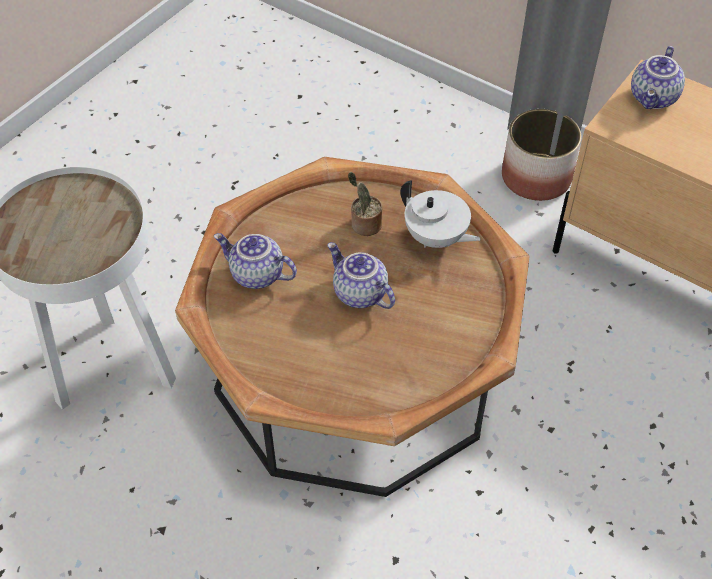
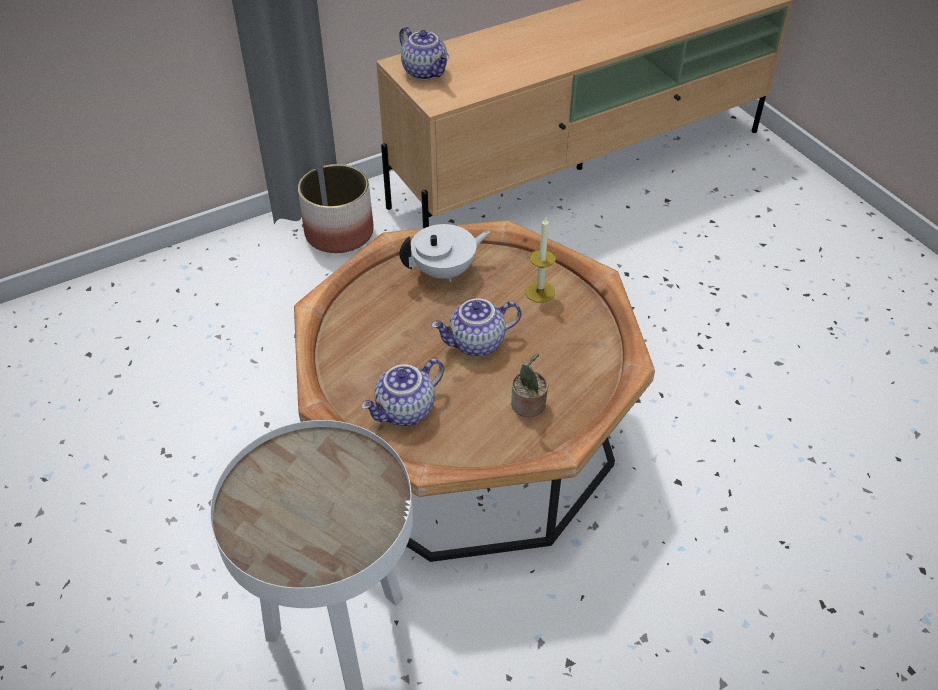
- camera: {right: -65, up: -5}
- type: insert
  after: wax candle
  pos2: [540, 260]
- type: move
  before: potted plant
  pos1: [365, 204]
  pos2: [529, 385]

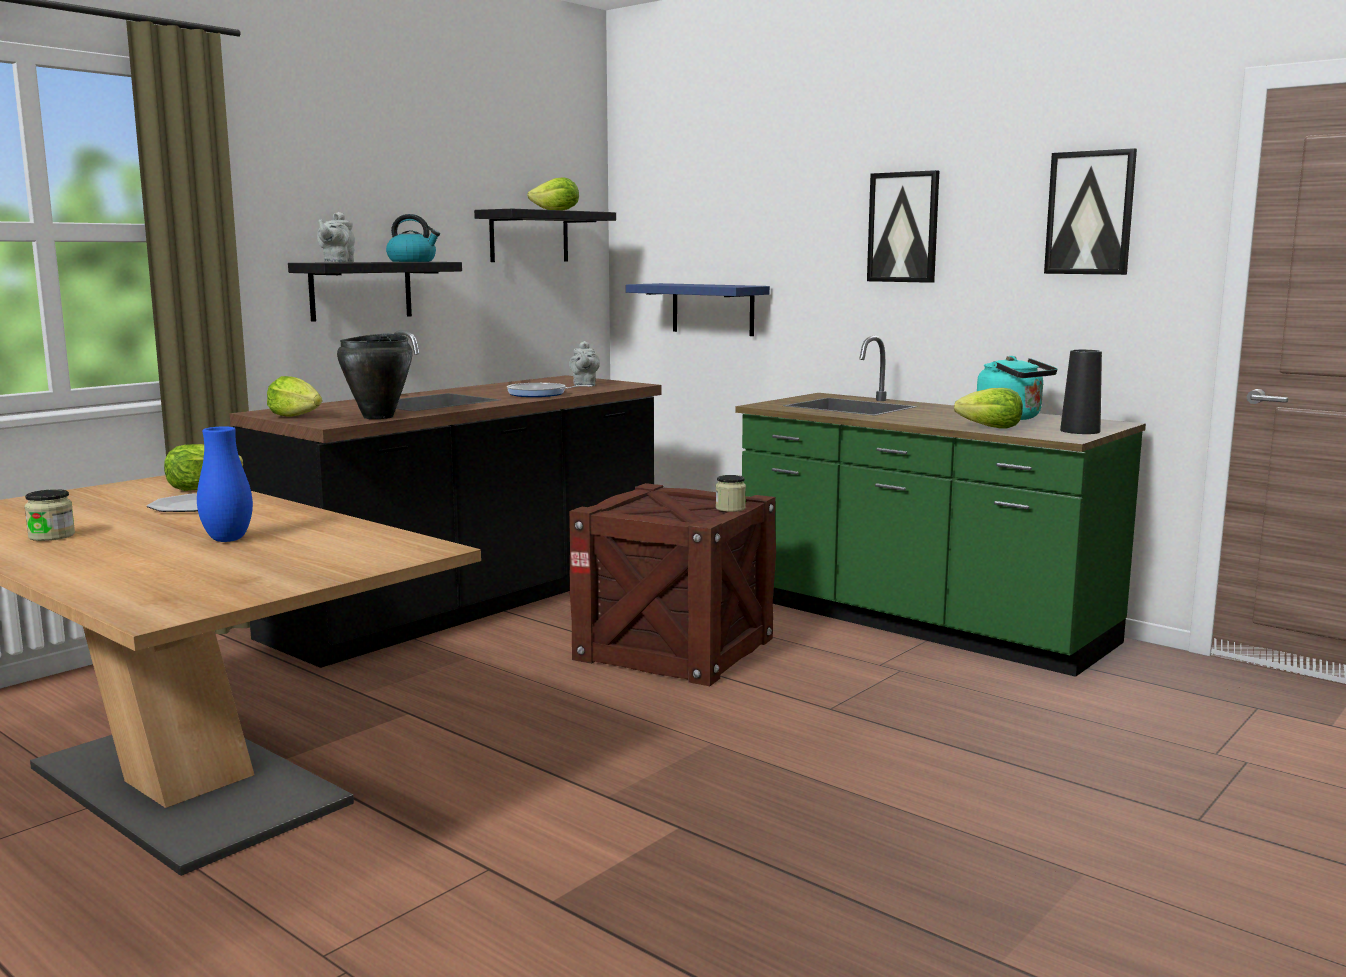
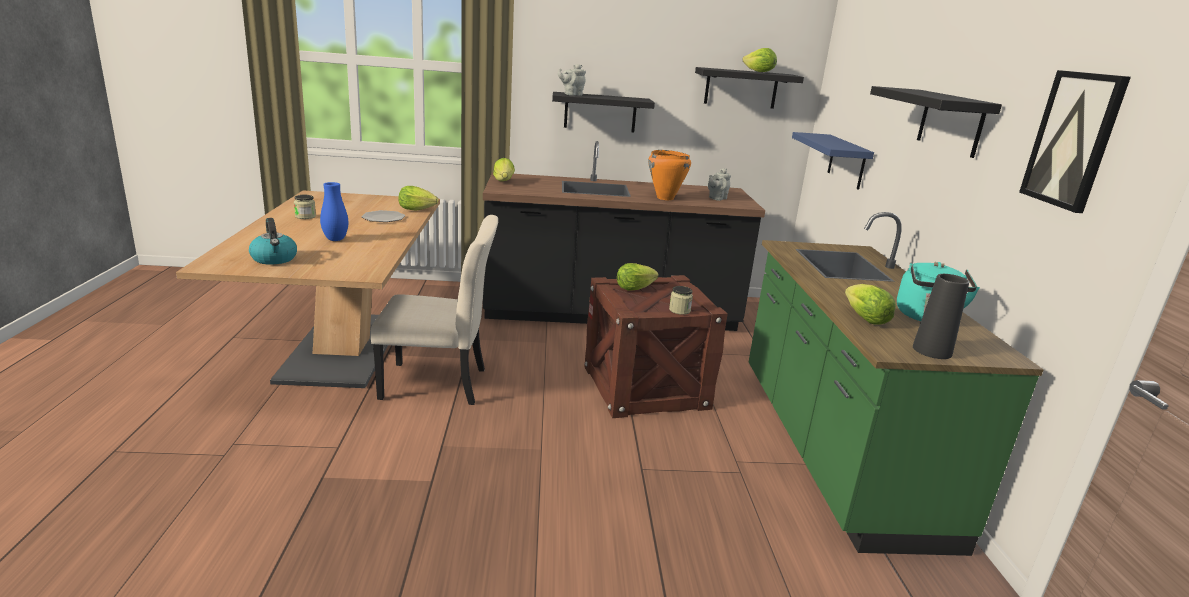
- camera: {right: 45, up: 10}
- type: delete
  before: black-coloured cooking pot
  pos1: [375, 376]
- type: insert
  after: beige-coloured plain chair
  pos2: [434, 310]
- type: insert
  after: lettuce
  pos2: [638, 276]
- type: move
  before: water kettle
  pos1: [413, 238]
  pos2: [273, 241]
- type: replace
  before: frying pan
  after: orange-coloured cooking pot
  pos1: [549, 390]
  pos2: [669, 175]
- type: replace
  before: picture
  after: black-coloured wall shelf
  pos1: [903, 226]
  pos2: [936, 122]

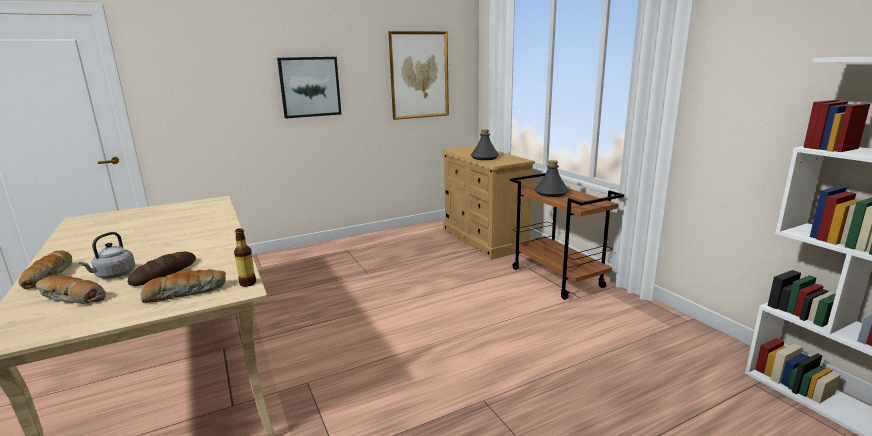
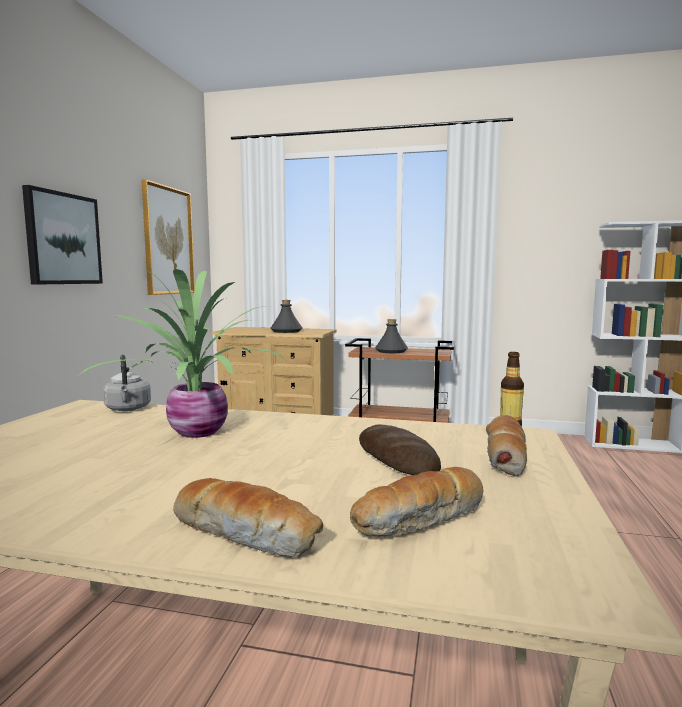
- camera: {right: -50, up: -10}
- type: insert
  after: potted plant
  pos2: [182, 353]
- type: move
  before: grey water kettle
  pos1: [107, 255]
  pos2: [127, 383]

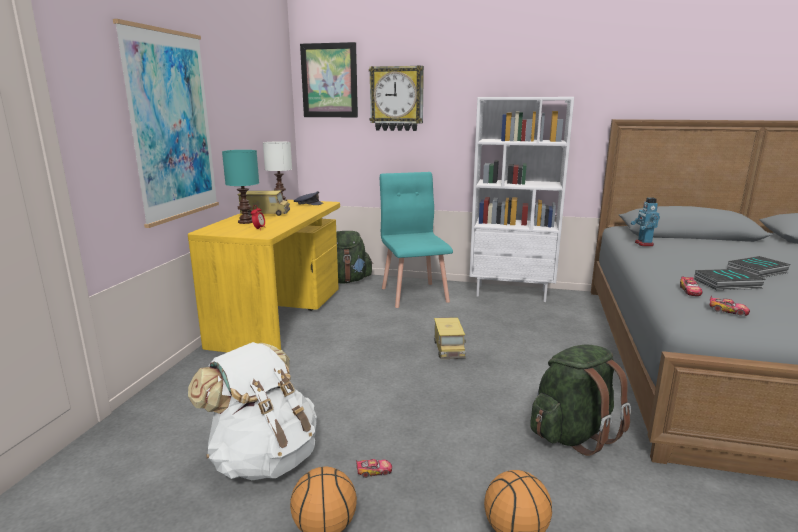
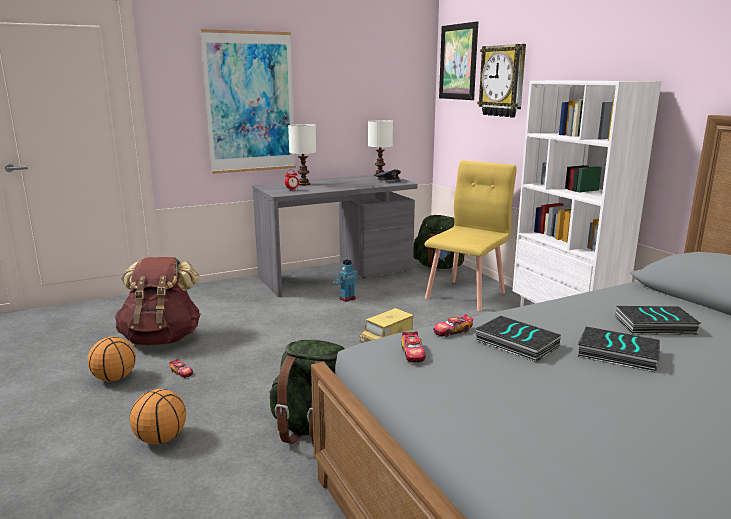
- camera: {right: 50, up: 0}
- type: delete
  before: toy lorry
  pos1: [264, 203]
- type: insert
  after: volume
  pos2: [658, 320]
- type: move
  before: model robot
  pos1: [645, 221]
  pos2: [345, 280]
- type: recolor
  before: yellow desk
  after: grey desk
  pos1: [264, 276]
  pos2: [335, 236]
- type: recolor
  before: white-coloured rucksack
  after: brown rucksack
  pos1: [252, 411]
  pos2: [158, 301]
- type: recolor
  before: blue-green table lamp
  after: white-coloured table lamp
  pos1: [240, 187]
  pos2: [302, 155]
- type: recolor
  before: blue-green plain chair
  after: yellow plain chair
  pos1: [416, 240]
  pos2: [471, 236]

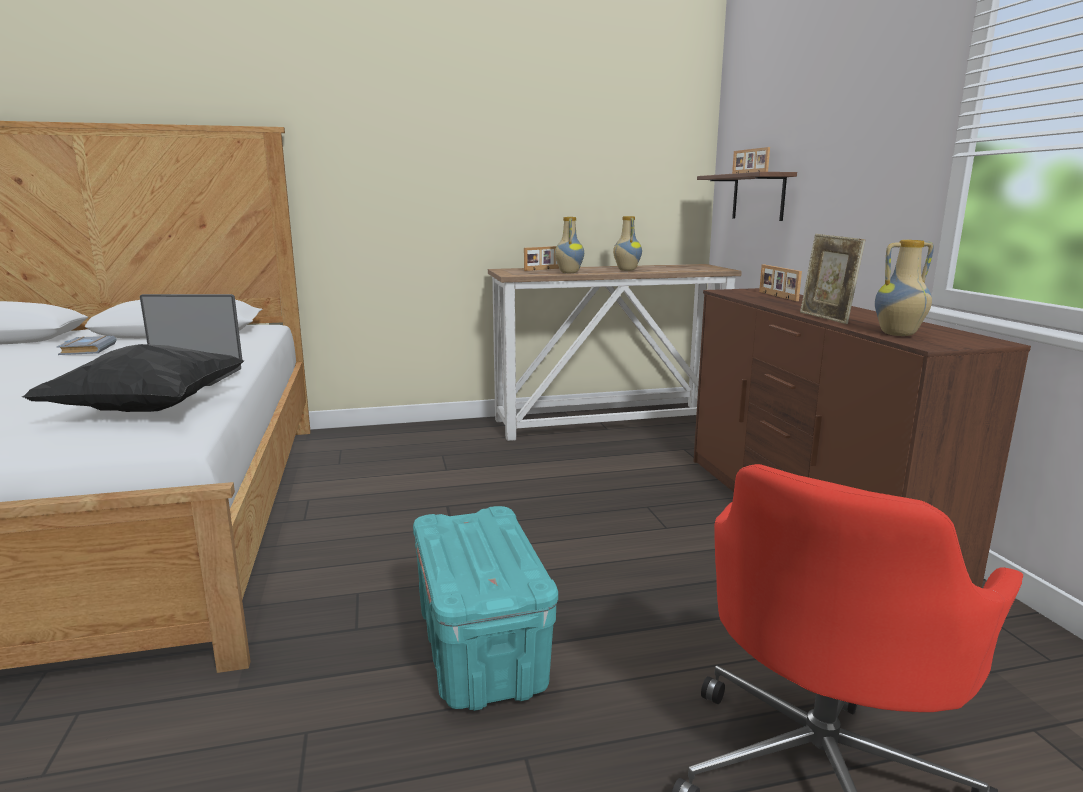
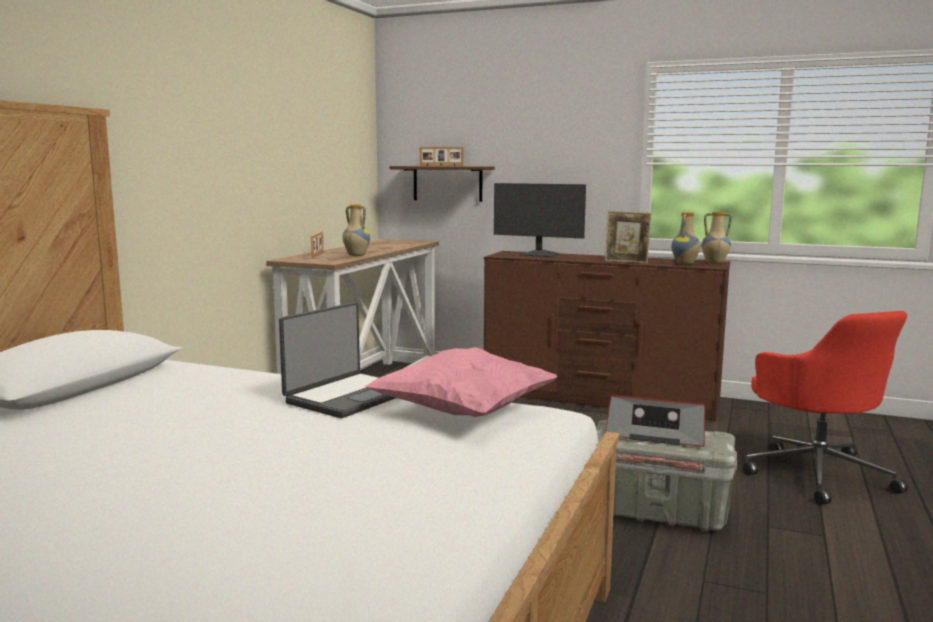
- camera: {right: -55, up: -5}
- type: delete
  before: grey volume
  pos1: [87, 345]
- type: insert
  after: radio set
  pos2: [655, 421]
- type: move
  before: flower vase
  pos1: [627, 243]
  pos2: [717, 238]
- type: replace
  before: picture frame
  after: computer display
  pos1: [780, 282]
  pos2: [540, 220]
- type: recolor
  before: black-coloured cushion
  after: pink cushion
  pos1: [133, 378]
  pos2: [461, 382]
- type: recolor
  before: blue-green storage bin
  after: grey storage bin
  pos1: [485, 608]
  pos2: [666, 476]

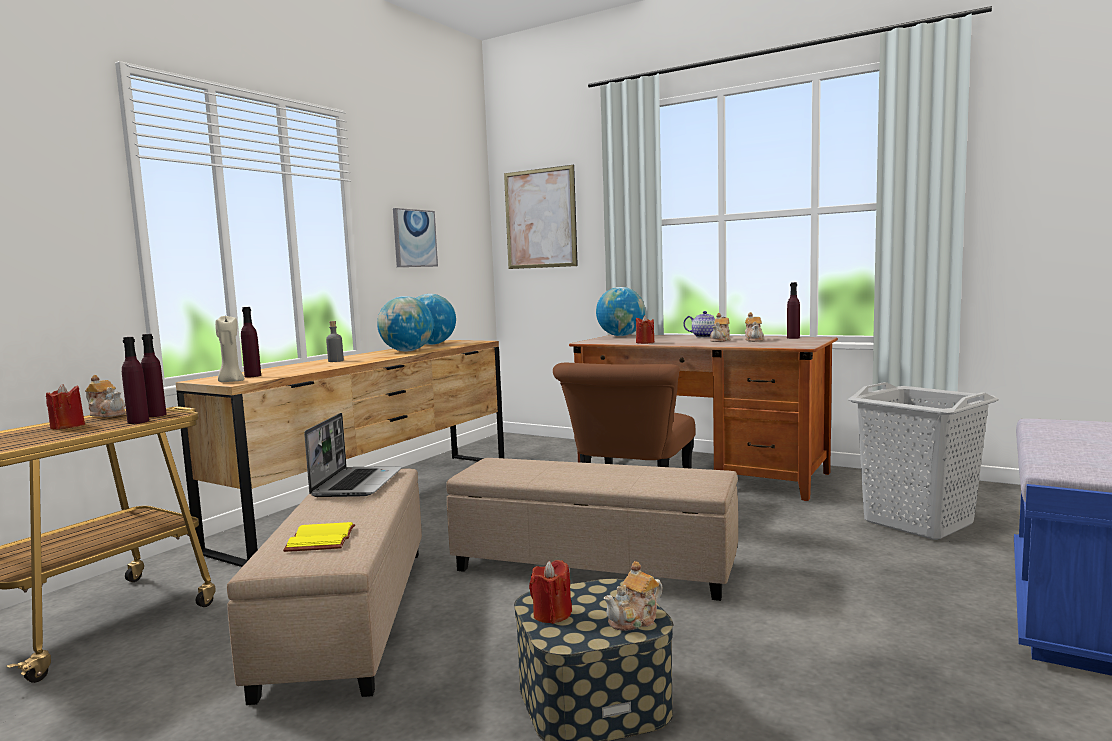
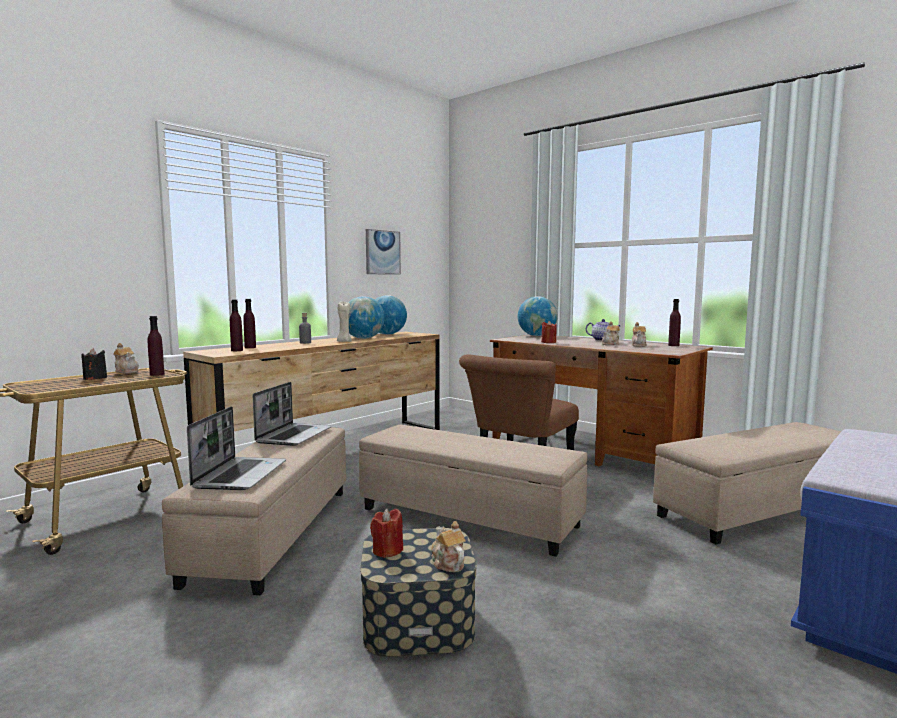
- camera: {right: 10, up: 0}
- type: delete
  before: picture
  pos1: [541, 217]
- type: move
  before: purple drink bottle
  pos1: [135, 380]
  pos2: [249, 323]
- type: move
  before: beige-coloured wax candle
  pos1: [230, 348]
  pos2: [344, 322]
- type: replace
  before: yellow volume
  after: laptop
  pos1: [319, 537]
  pos2: [236, 448]
- type: replace
  before: grey washing basket
  after: beige-coloured ottoman
  pos1: [923, 461]
  pos2: [747, 483]
- type: recolor
  before: red-coloured wax candle
  after: black-coloured wax candle
  pos1: [65, 406]
  pos2: [94, 364]
- type: rotate
  before: tea pot
  pos1: [633, 596]
  pos2: [448, 546]
  turn: 90

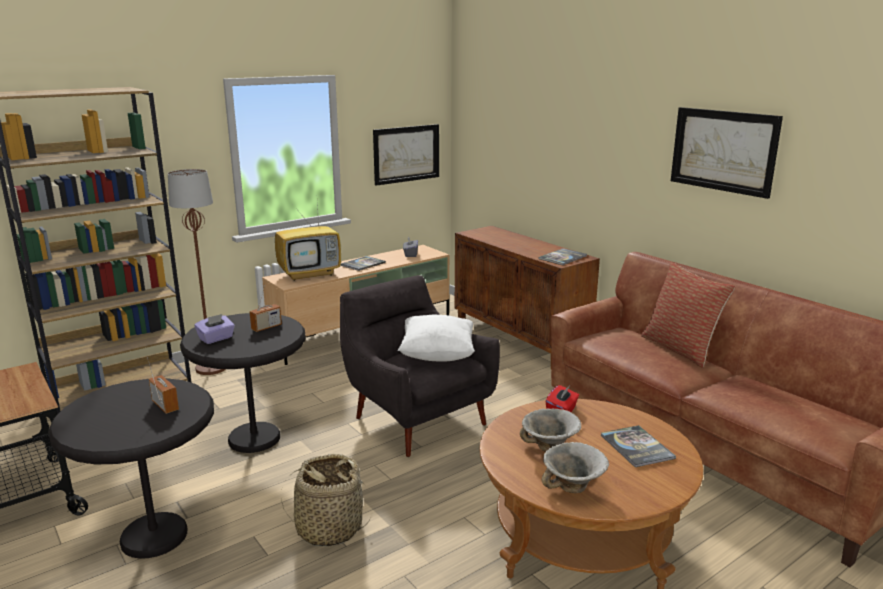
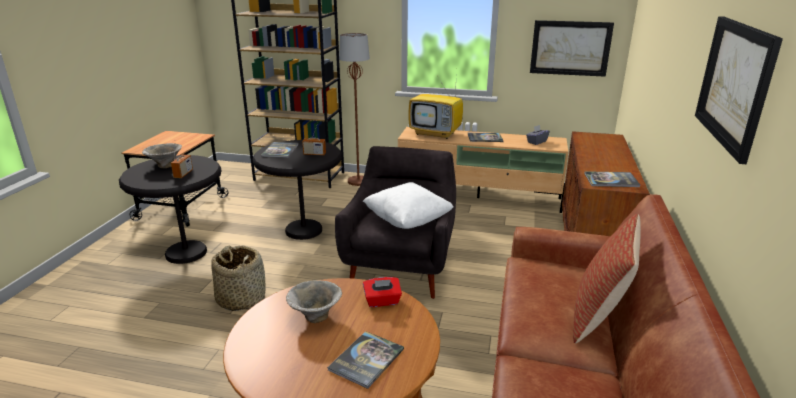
- camera: {right: 50, up: 5}
- type: move
  before: bowl
  pos1: [575, 467]
  pos2: [162, 155]
- type: replace
  before: purple tissue holder
  after: volume
  pos1: [215, 329]
  pos2: [279, 150]

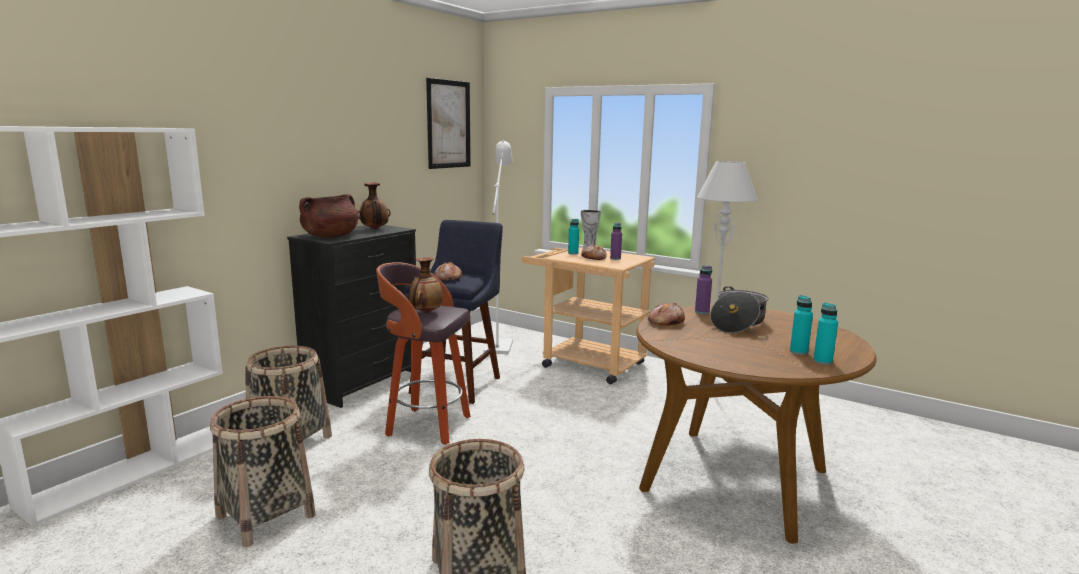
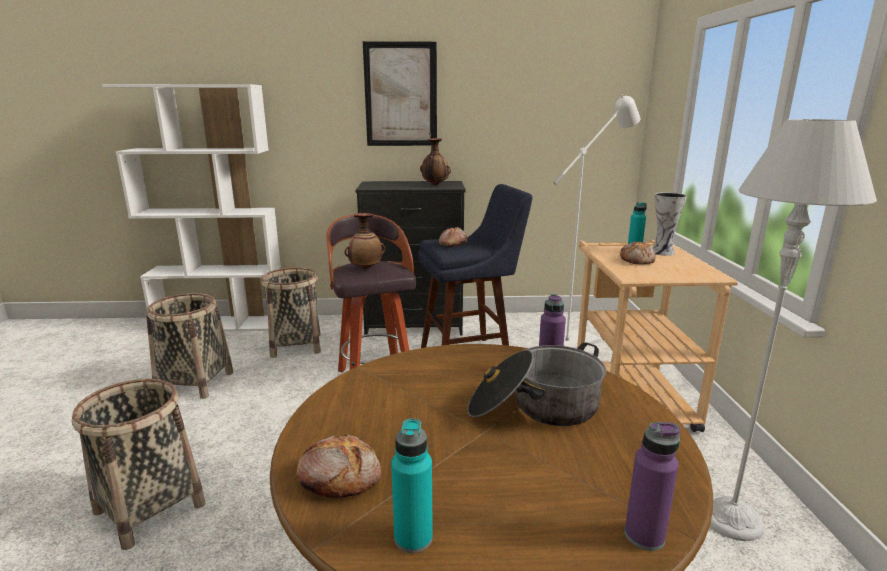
- camera: {right: 55, up: 5}
- type: delete
  before: brown cooking pot
  pos1: [329, 216]
- type: delete
  before: blue-green drink bottle
  pos1: [801, 325]
- type: move
  before: picture
  pos1: [448, 123]
  pos2: [400, 93]
- type: move
  before: purple drink bottle
  pos1: [616, 241]
  pos2: [652, 486]
- type: move
  before: baked bread
  pos1: [666, 314]
  pos2: [338, 466]

